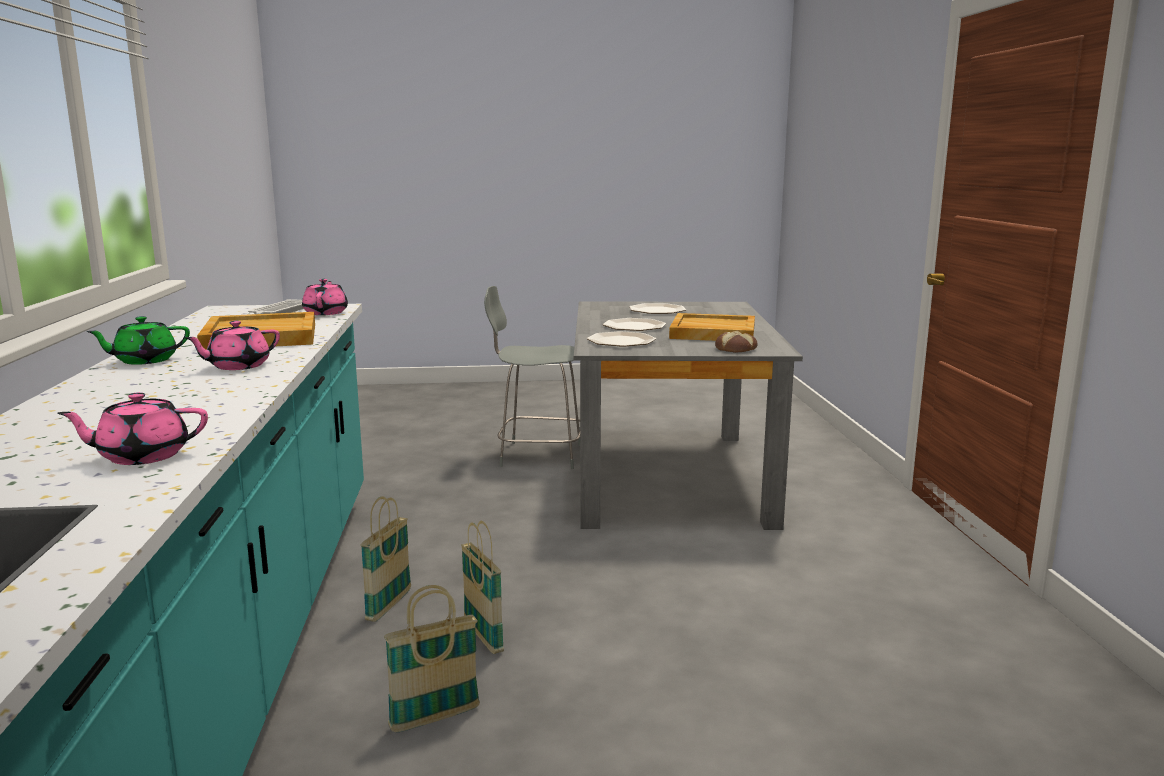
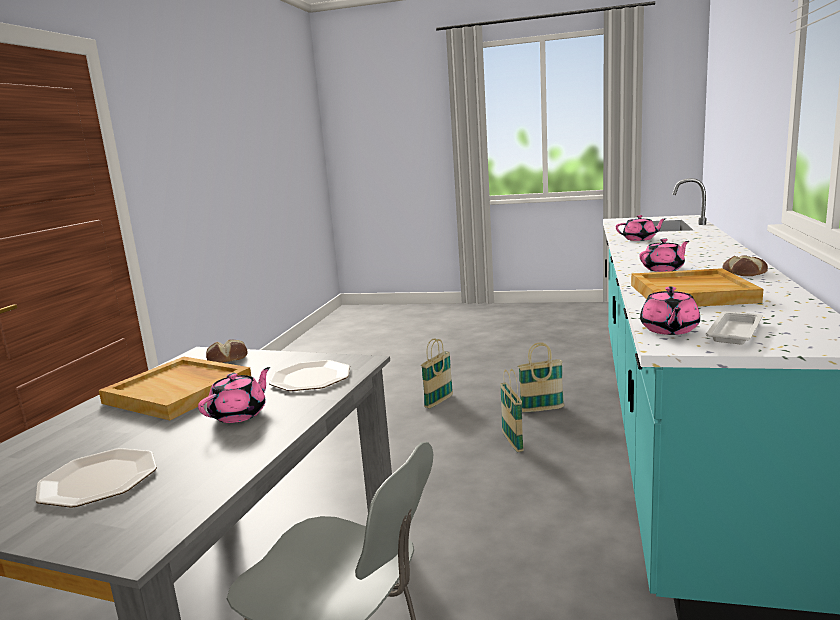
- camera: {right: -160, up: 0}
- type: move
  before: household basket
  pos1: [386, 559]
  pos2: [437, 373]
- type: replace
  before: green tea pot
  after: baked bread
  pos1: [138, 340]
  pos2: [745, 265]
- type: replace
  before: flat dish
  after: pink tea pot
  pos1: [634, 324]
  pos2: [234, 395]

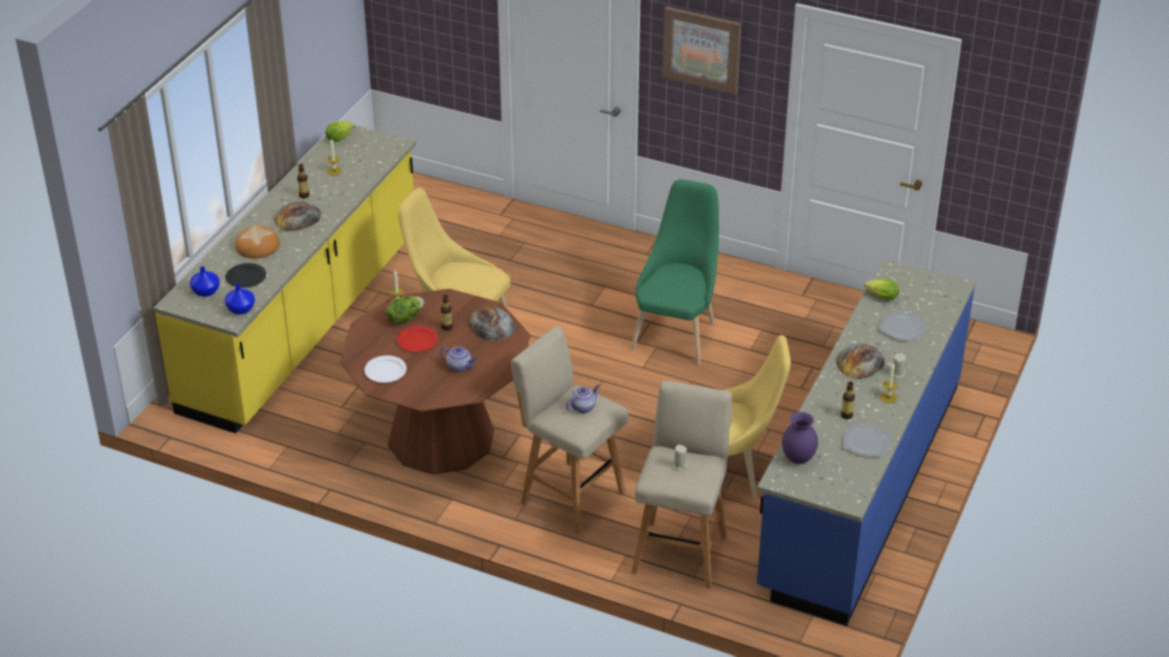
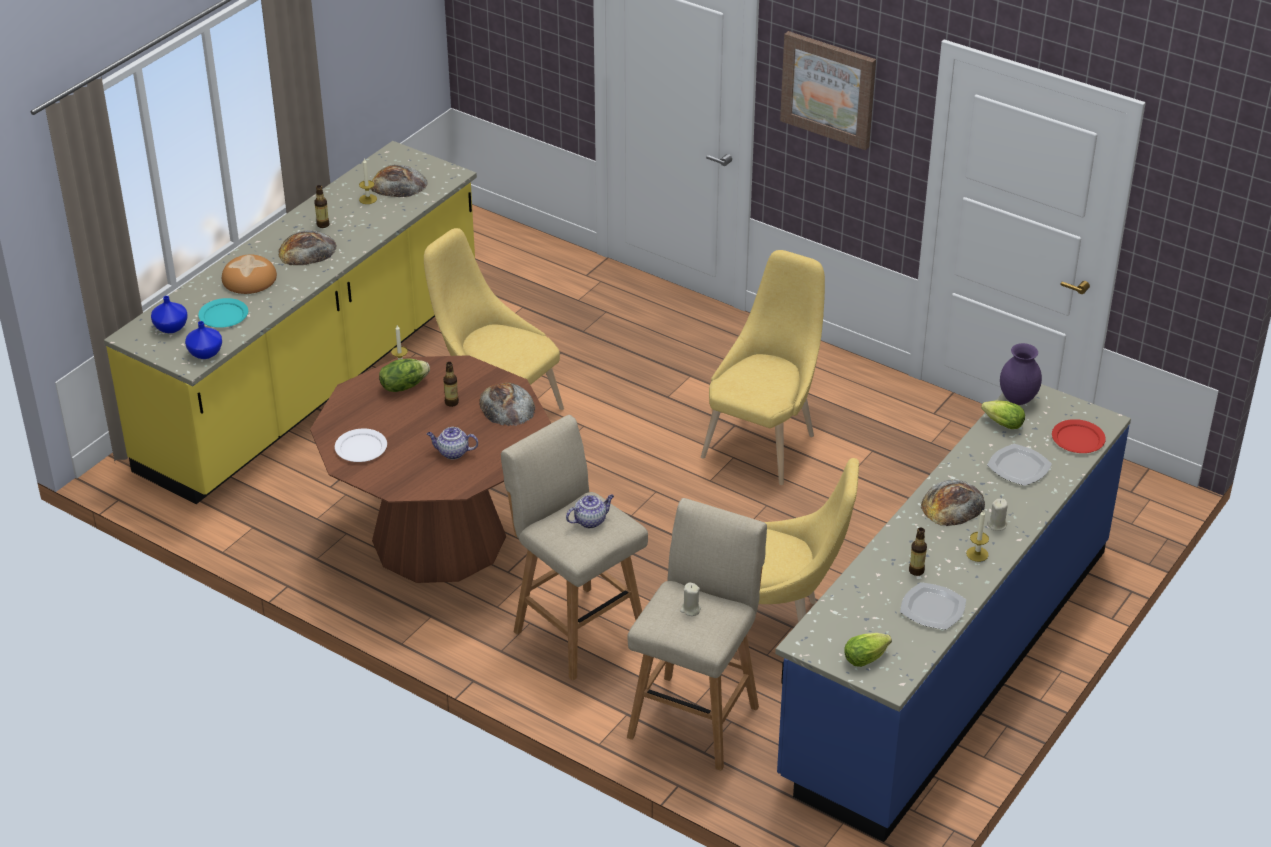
- camera: {right: 10, up: 0}
- type: insert
  after: baked bread
  pos2: [399, 181]
- type: move
  before: lettuce
  pos1: [340, 131]
  pos2: [868, 650]
- type: move
  before: red-coloured flat dish
  pos1: [417, 339]
  pos2: [1079, 436]
- type: move
  before: purple flower vase
  pos1: [800, 438]
  pos2: [1021, 374]
- type: recolor
  before: black-coloured flat dish
  after: blue-green flat dish
  pos1: [246, 275]
  pos2: [223, 313]
- type: recolor
  before: green plain chair
  after: yellow plain chair
  pos1: [675, 272]
  pos2: [763, 367]
- type: rotate
  before: tea pot
  pos1: [458, 359]
  pos2: [452, 443]
  turn: 150

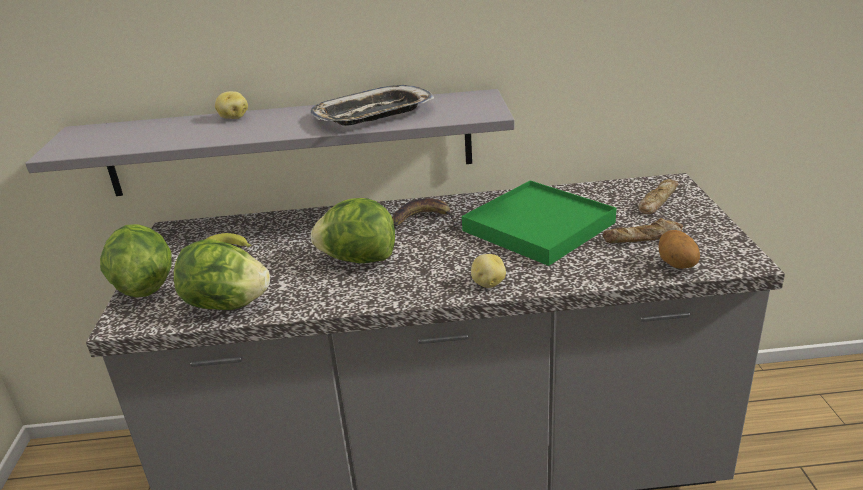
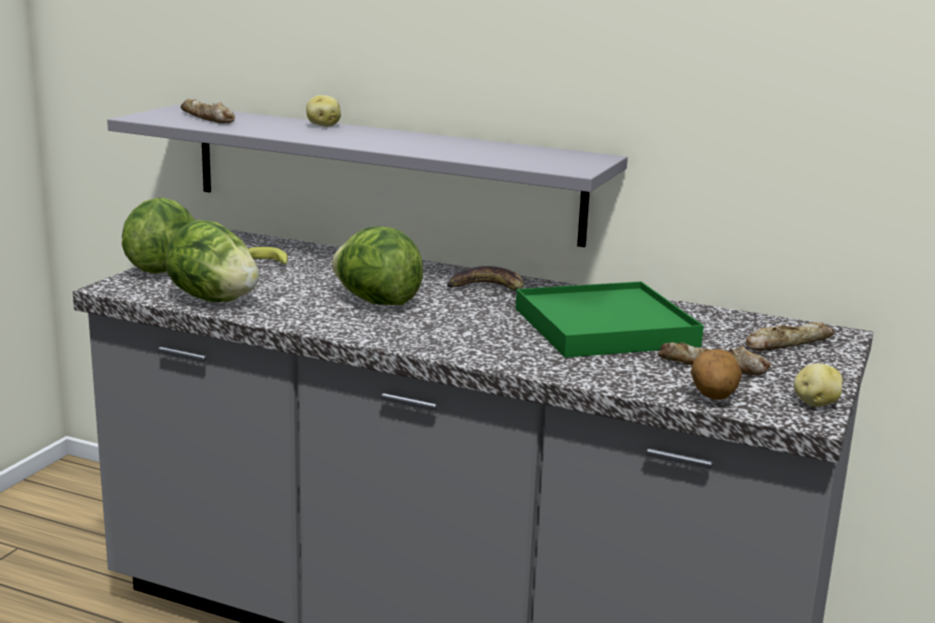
- camera: {right: 25, up: -10}
- type: delete
  before: carrying tray
  pos1: [372, 105]
- type: insert
  after: baked bread
  pos2: [207, 111]
- type: move
  before: whole potato
  pos1: [488, 271]
  pos2: [818, 385]

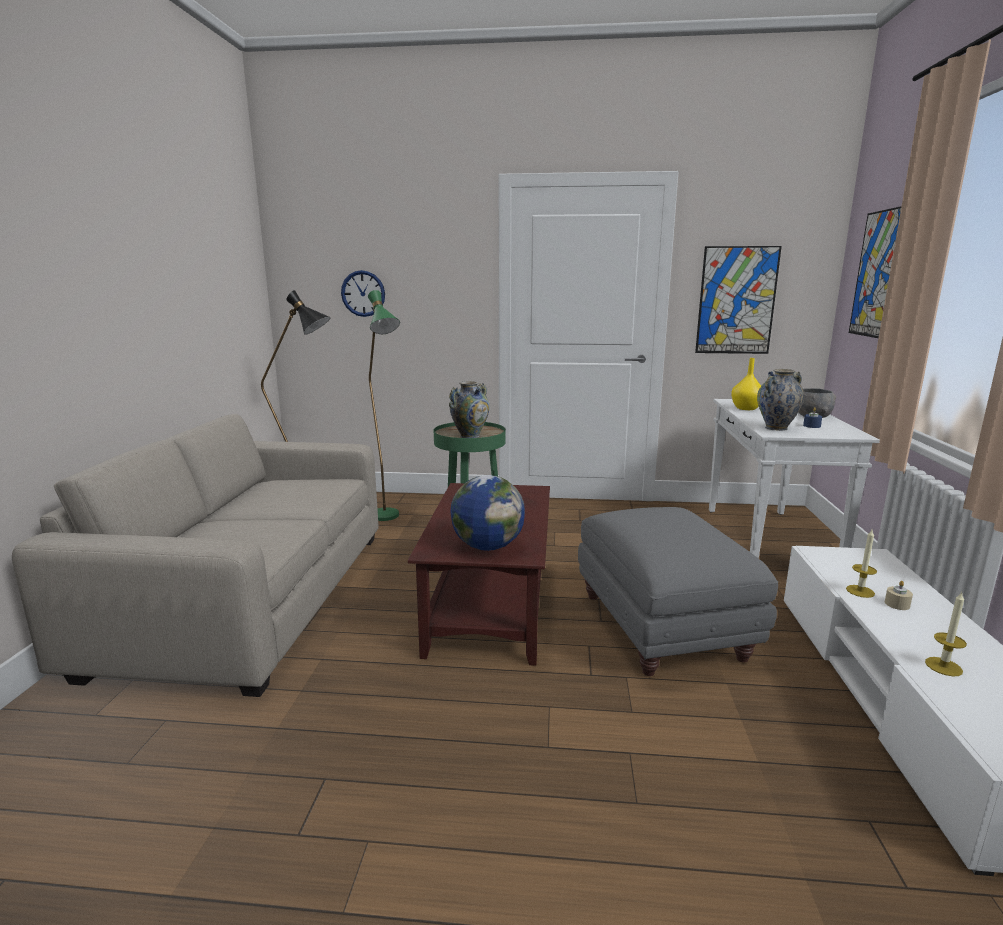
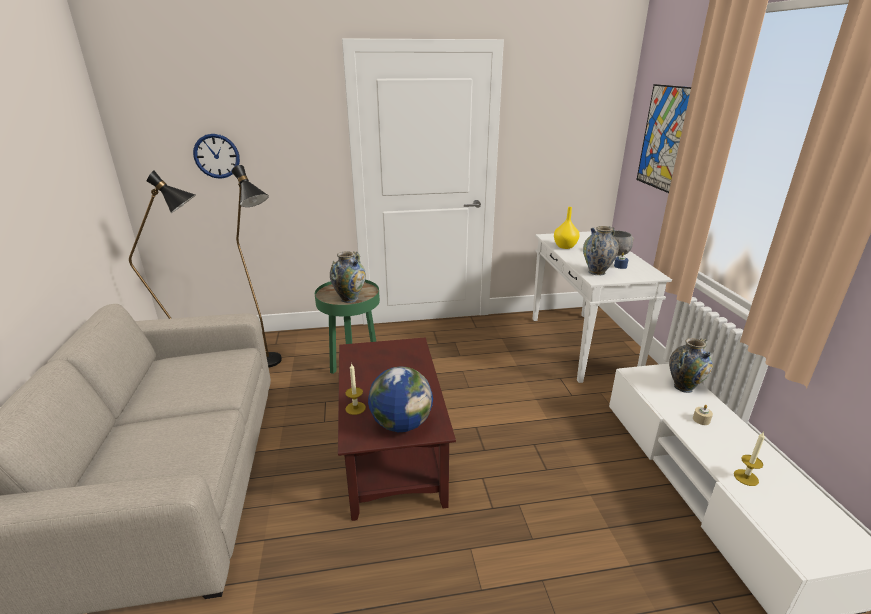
- camera: {right: -15, up: 10}
- type: delete
  before: grey ottoman
  pos1: [678, 591]
- type: delete
  before: picture
  pos1: [738, 300]
- type: insert
  after: flower vase
  pos2: [691, 365]
- type: move
  before: wax candle
  pos1: [861, 564]
  pos2: [355, 389]
- type: recolor
  before: green standard lamp
  after: black-coloured standard lamp
  pos1: [384, 405]
  pos2: [257, 266]

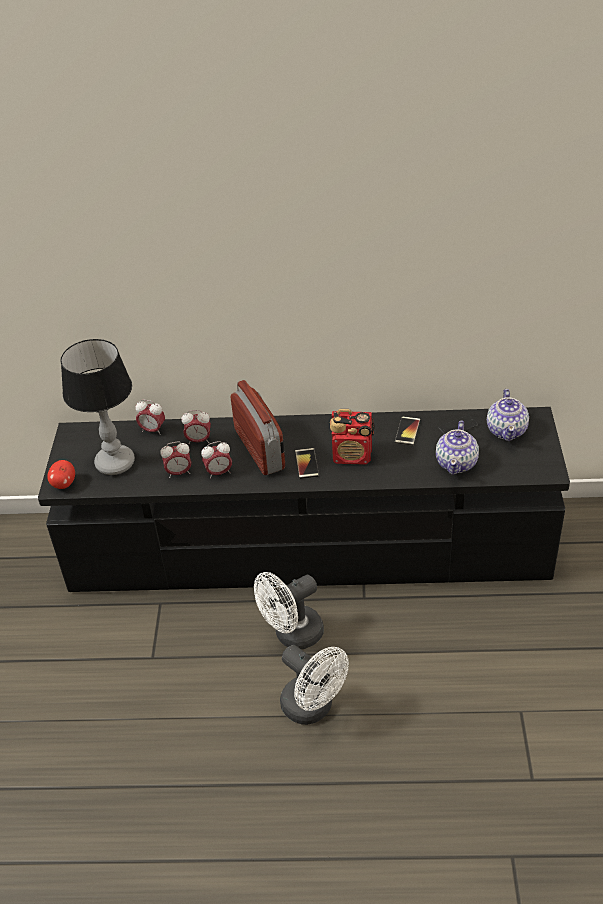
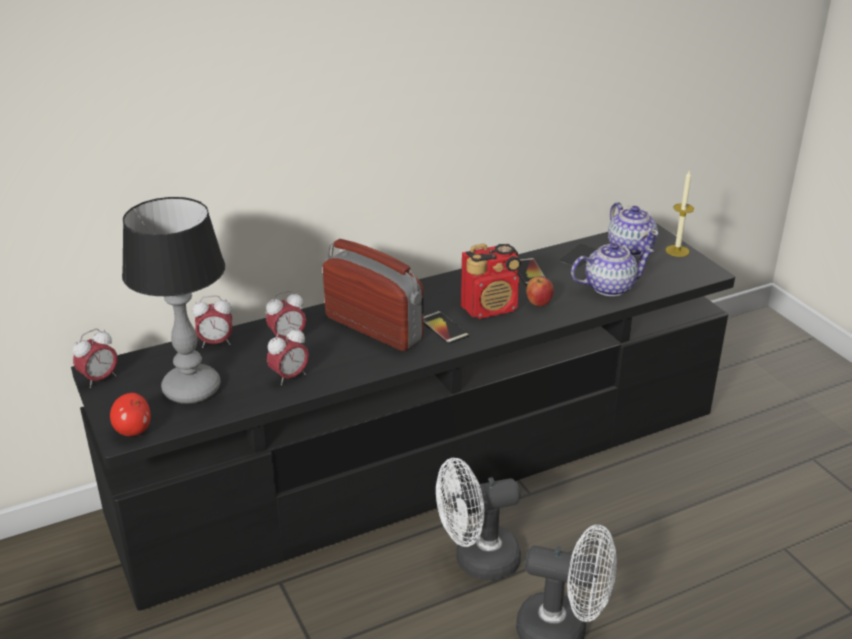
- camera: {right: -30, up: -10}
- type: insert
  after: apple fruit
  pos2: [540, 292]
- type: insert
  after: wax candle
  pos2: [680, 214]
- type: move
  before: bedside clock
  pos1: [216, 460]
  pos2: [95, 358]
- type: rotate
  before: white-coloured fan
  pos1: [289, 610]
  pos2: [478, 519]
  turn: 45
- type: rotate
  before: tea pot
  pos1: [457, 447]
  pos2: [612, 269]
  turn: -90

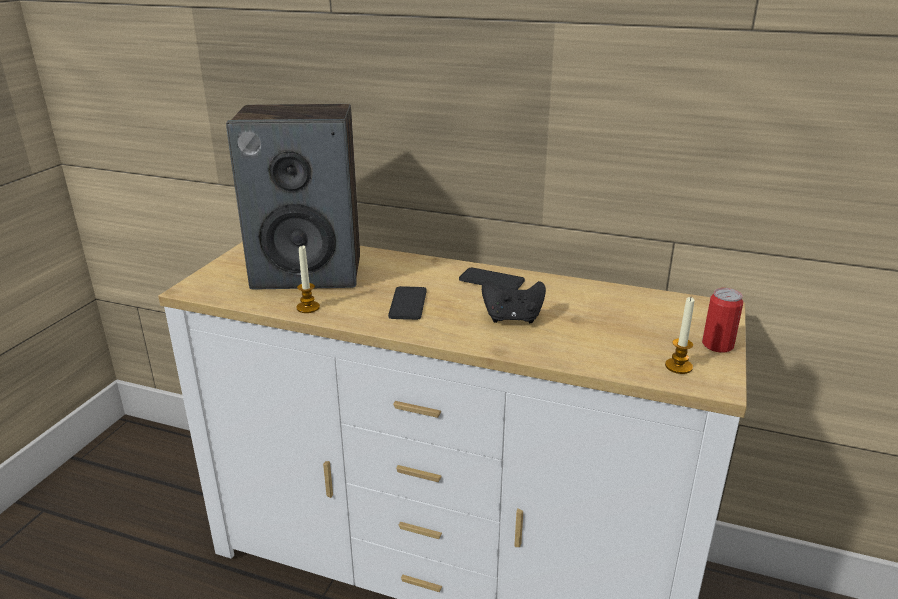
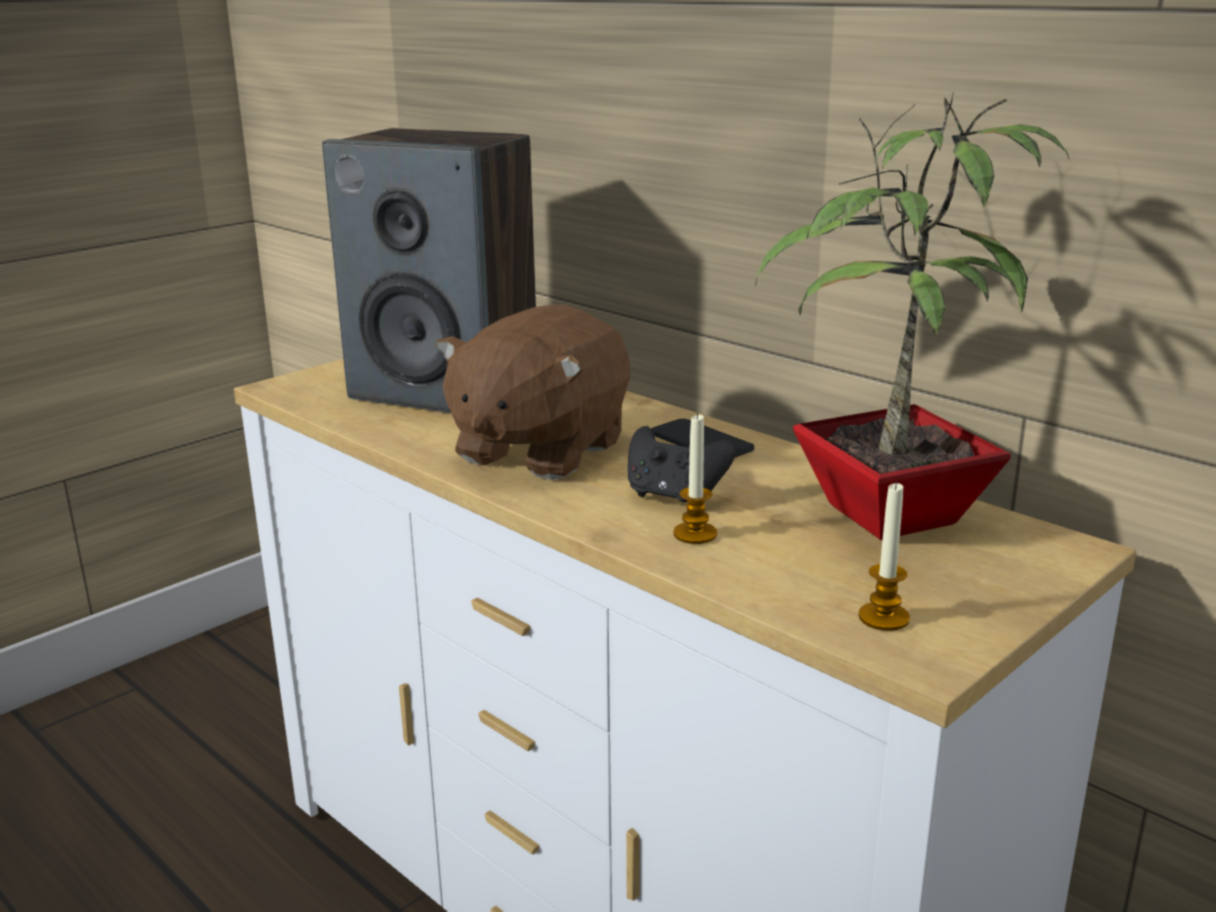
- camera: {right: 25, up: -5}
- type: delete
  before: can
  pos1: [722, 320]
- type: insert
  after: potted plant
  pos2: [912, 316]
- type: move
  before: wax candle
  pos1: [308, 279]
  pos2: [695, 478]
- type: replace
  before: phone
  after: brown soft toy
  pos1: [407, 303]
  pos2: [532, 392]

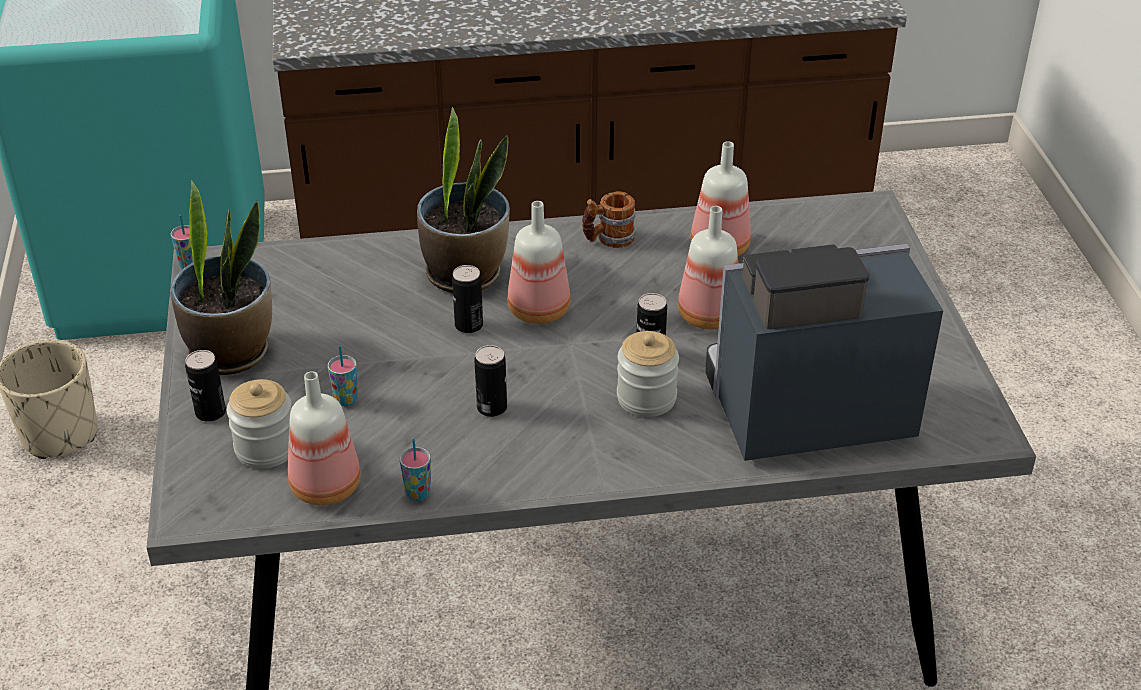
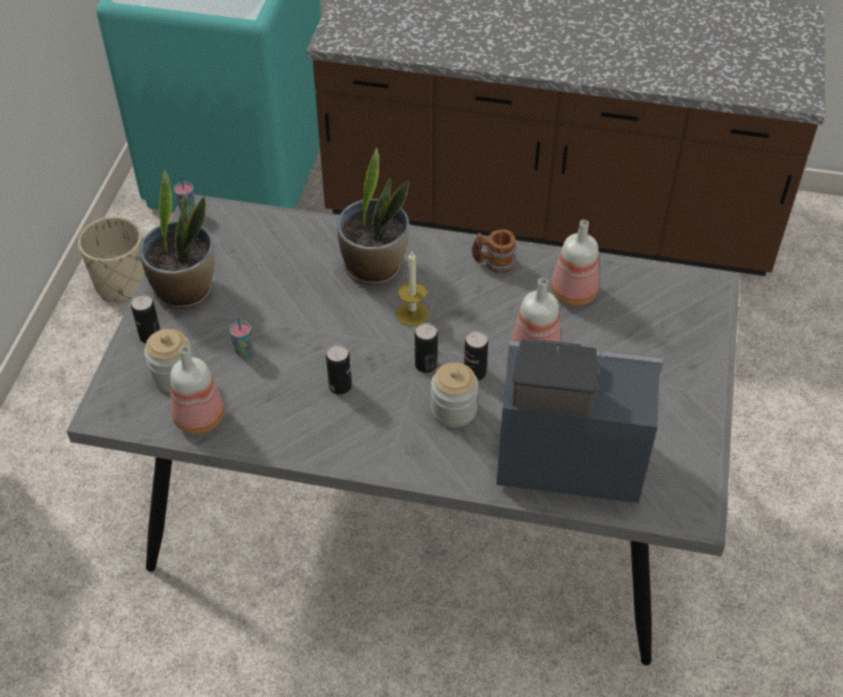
- camera: {right: 20, up: 10}
- type: delete
  before: cup
  pos1: [415, 470]
- type: move
  before: can
  pos1: [467, 299]
  pos2: [426, 348]
- type: replace
  before: drink bottle
  after: wax candle
  pos1: [538, 262]
  pos2: [412, 289]

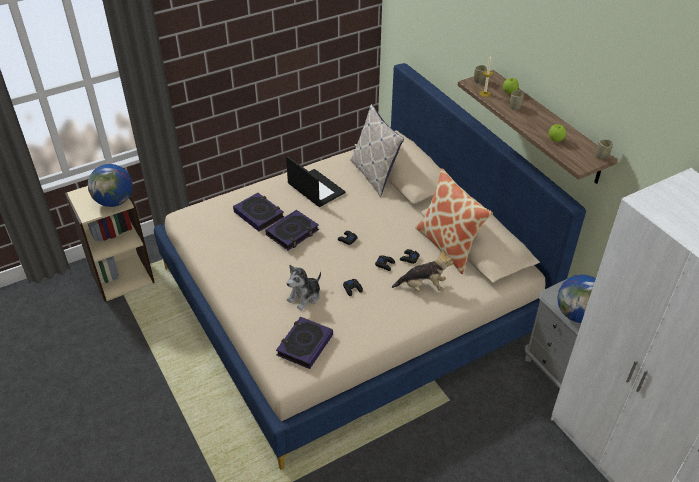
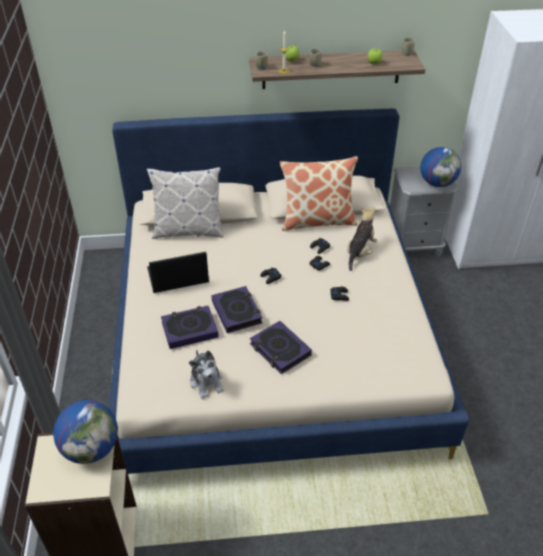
- camera: {right: -65, up: 0}
- type: move
  before: volume
  pos1: [304, 343]
  pos2: [281, 348]
- type: move
  before: soft toy
  pos1: [304, 287]
  pos2: [206, 374]

